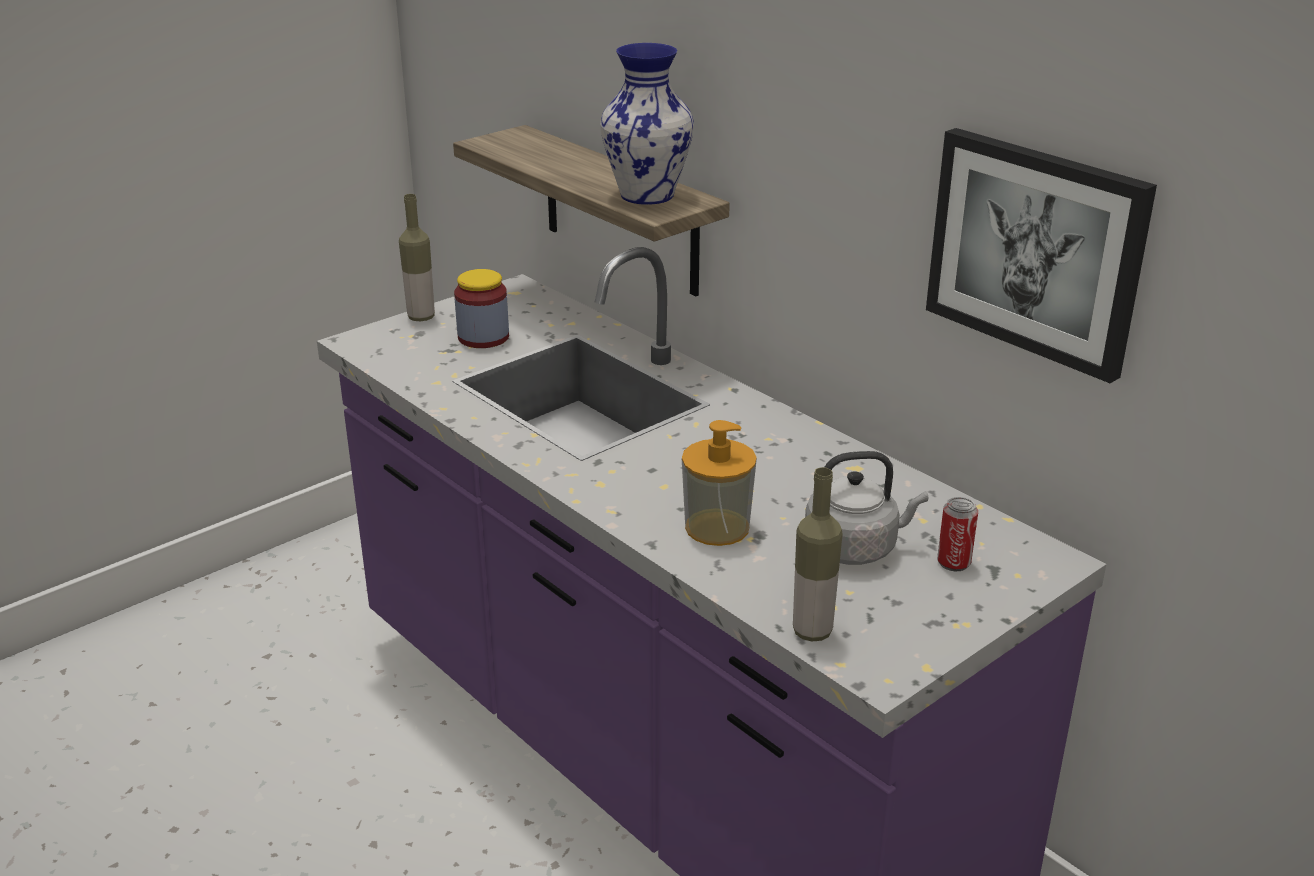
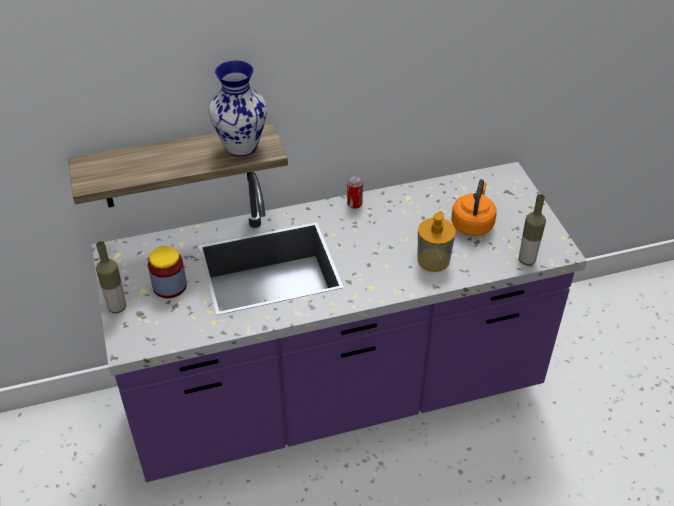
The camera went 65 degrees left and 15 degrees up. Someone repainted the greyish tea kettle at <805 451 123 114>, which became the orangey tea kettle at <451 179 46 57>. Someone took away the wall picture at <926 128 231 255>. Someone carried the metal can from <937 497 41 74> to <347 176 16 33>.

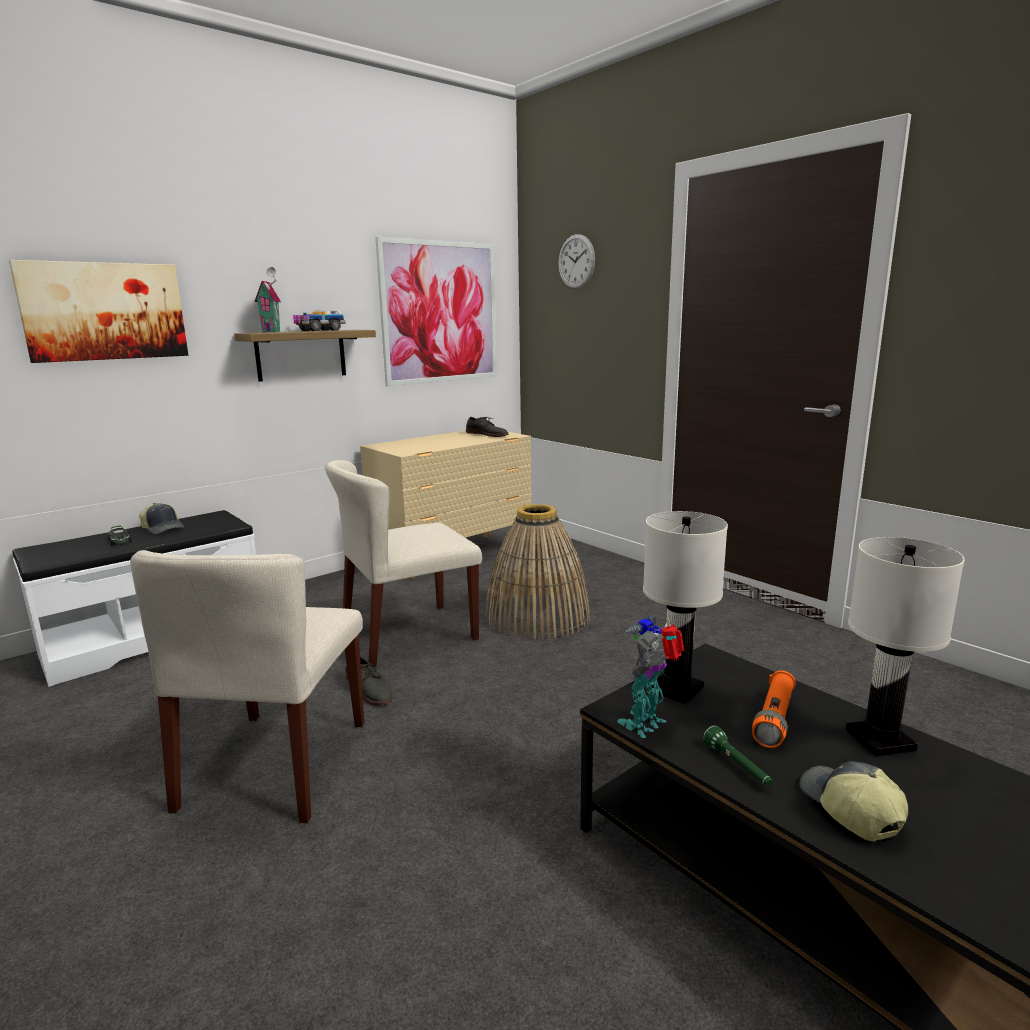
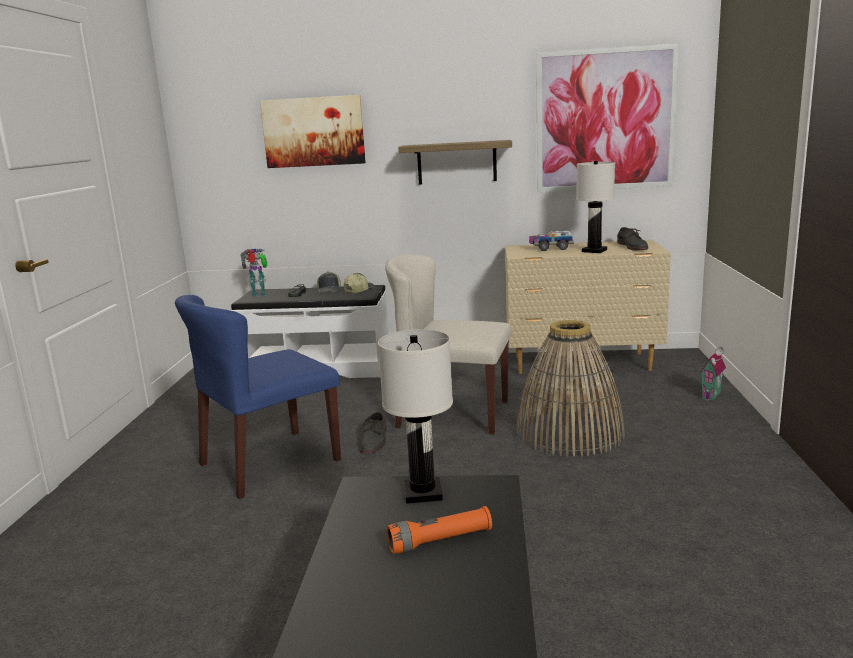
The camera went 45 degrees right and 0 degrees up. Someone repainted the sand-coloured upright chair at <130 550 234 273>, which became the blue upright chair at <175 295 166 204>. Someone carried the toy house from <254 267 27 66> to <699 347 27 54>. Someone carried the toy lorry from <293 310 52 21> to <529 230 45 21>. Someone took away the hanging clock at <558 234 37 55>. Someone carried the robot figure from <617 615 68 123> to <240 249 27 48>. Someone took away the green-coloured hand torch at <703 725 70 62>. Someone carried the peaked cap from <799 761 109 80> to <344 273 31 20>. Someone carried the white-coloured lamp for a table from <846 537 119 220> to <576 161 39 92>.

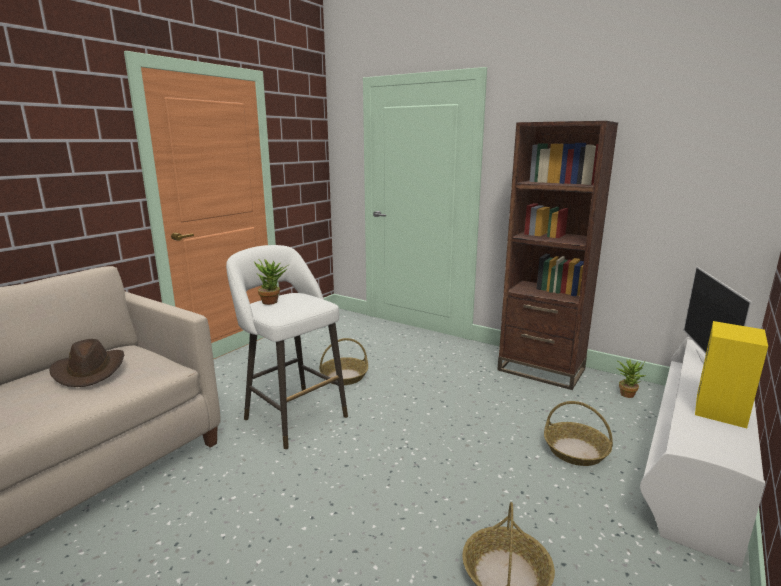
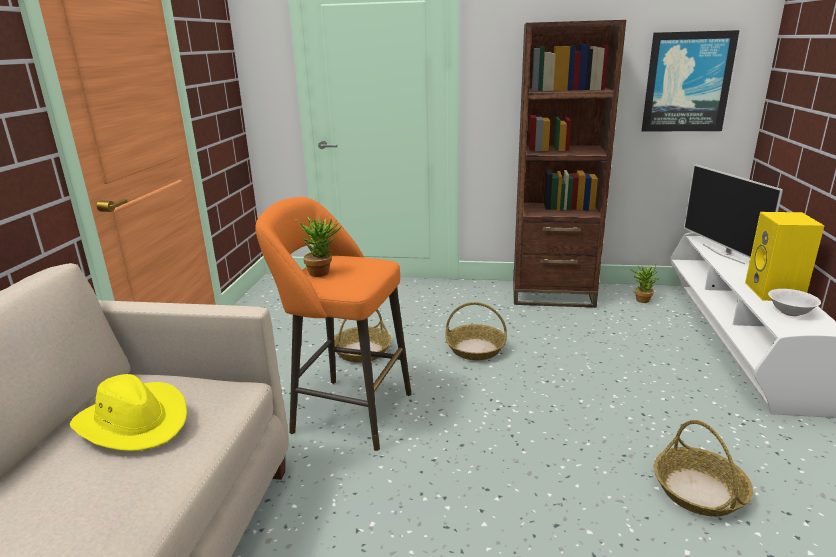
The camera went 25 degrees left and 5 degrees up. Someone repainted the brownish wearable hat at <50 339 74 48>, which became the yellowish wearable hat at <70 374 117 77>. Someone repainted the white-coloured sitting stool at <226 245 122 204>, which became the orangey sitting stool at <255 197 157 254>. Someone carried the basket from <544 401 69 65> to <445 302 62 58>. Someone put up the wall picture at <642 30 98 102>. Someone put down the white-coloured serving bowl at <768 289 53 27>.

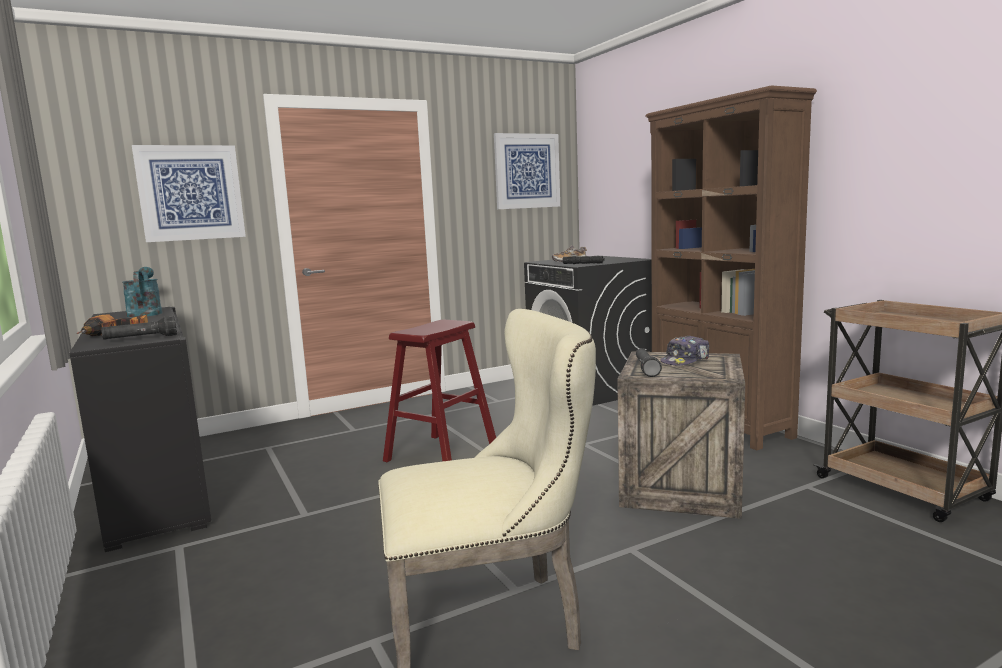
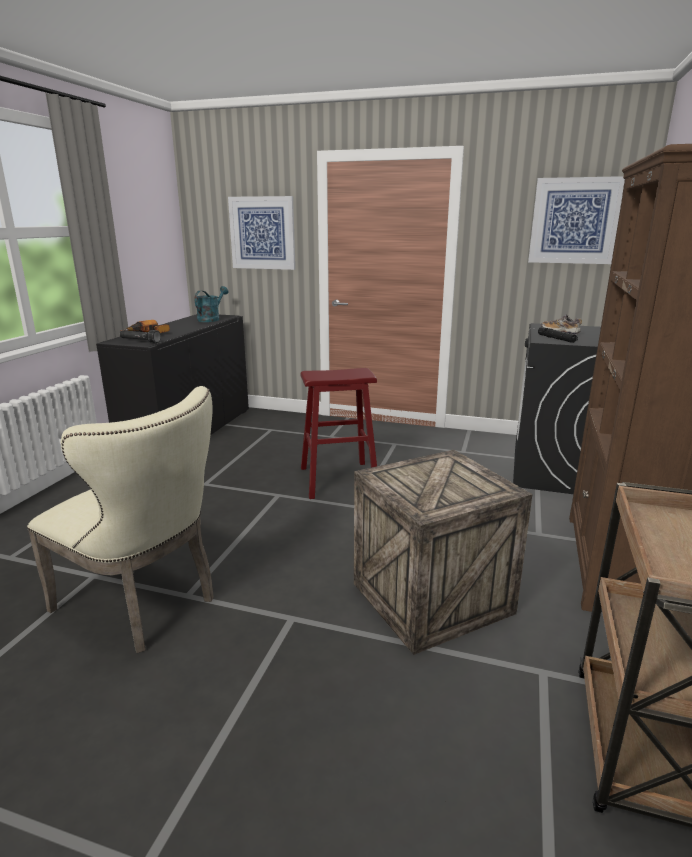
The camera went 45 degrees right and 10 degrees up. Someone took away the black-coloured hand torch at <636 348 26 29>. Someone took away the peaked cap at <660 336 50 29>.

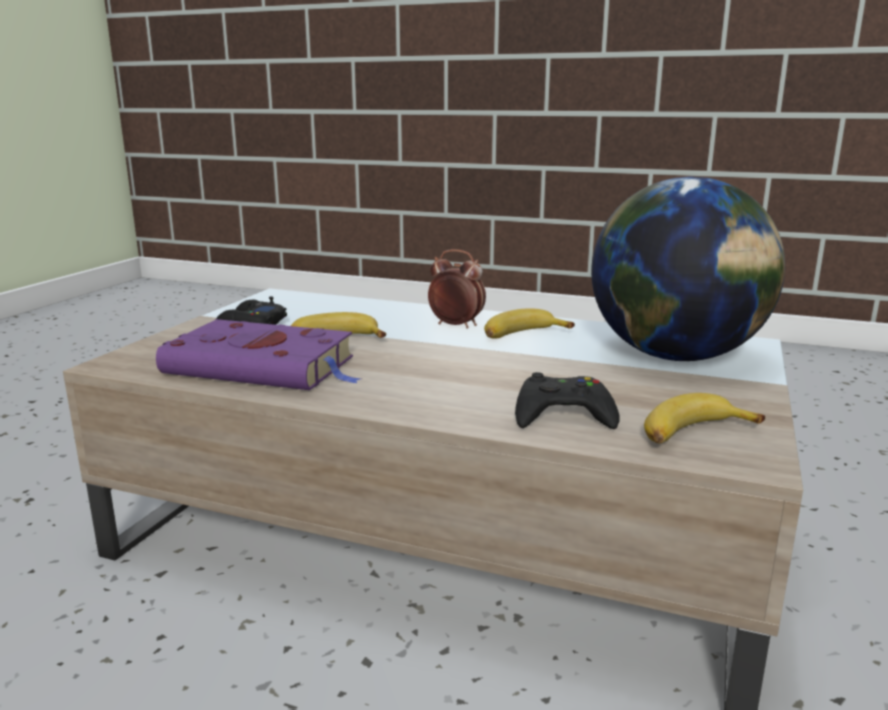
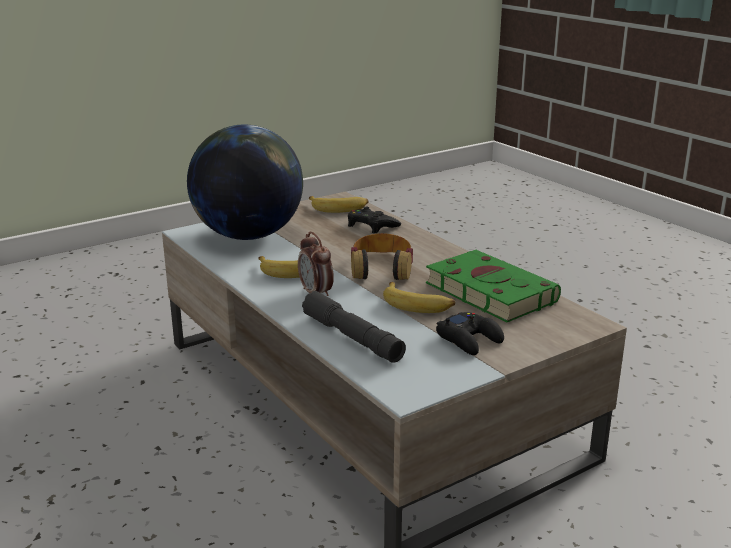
The camera went 145 degrees left and 5 degrees up. Someone repainted the purple volume at <156 319 205 71>, which became the green-coloured volume at <426 250 135 72>. Someone put down the greyish hand torch at <302 291 104 72>. Someone put down the pair of headphones at <351 233 62 47>.

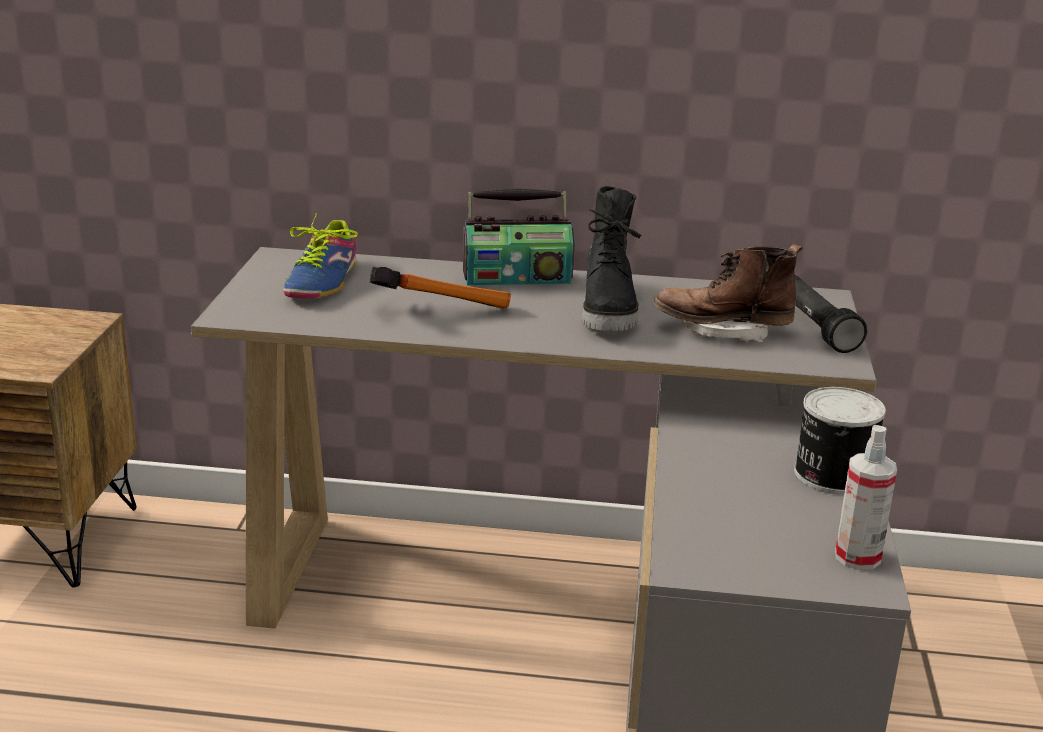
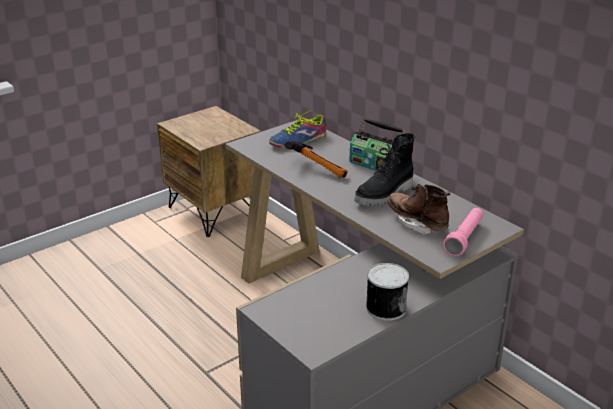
The camera went 45 degrees right and 5 degrees up. Someone repainted the black-coloured hand torch at <794 275 73 78>, which became the pink hand torch at <443 208 41 48>. Someone took away the hand sprayer at <835 425 62 145>.

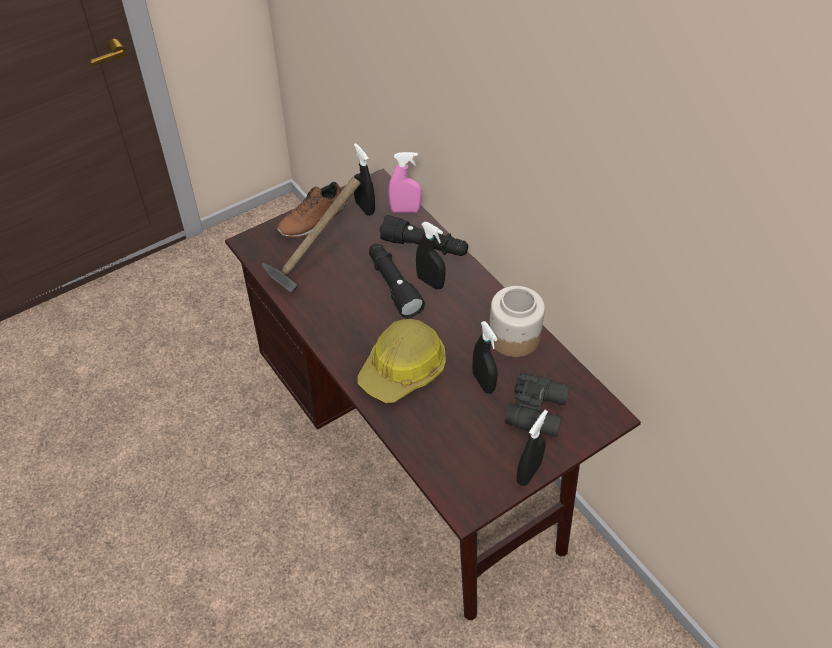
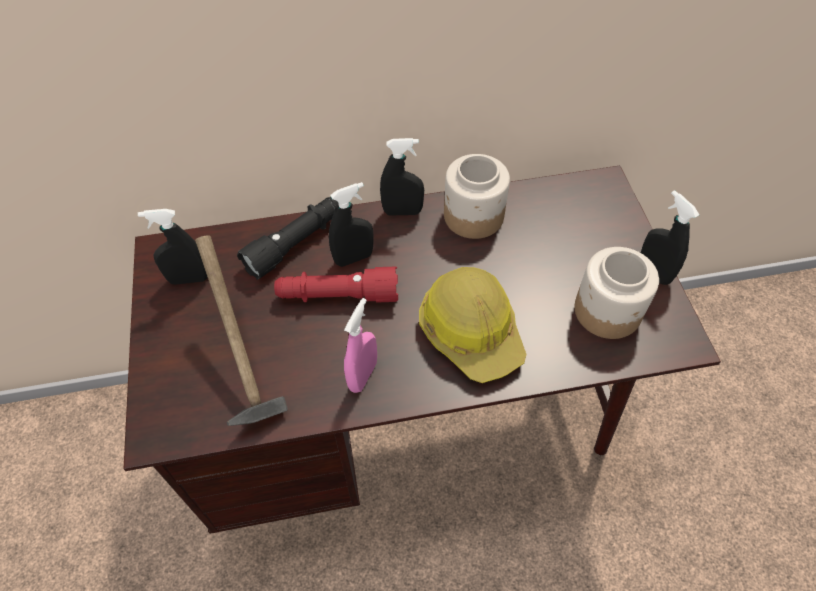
The camera went 65 degrees left and 5 degrees up. Someone took away the brownish shoe at <277 182 68 56>. Someone repainted the black-coloured hand torch at <369 244 56 74>, which became the reddish hand torch at <274 267 124 36>. Someone carried the pink hand sprayer from <388 152 34 61> to <344 298 33 95>. Someone carried the black-coloured hand sprayer from <472 321 26 73> to <380 138 44 78>. Someone took away the black-coloured binoculars at <505 373 65 64>. Someone put down the storage jar at <575 247 84 92>.

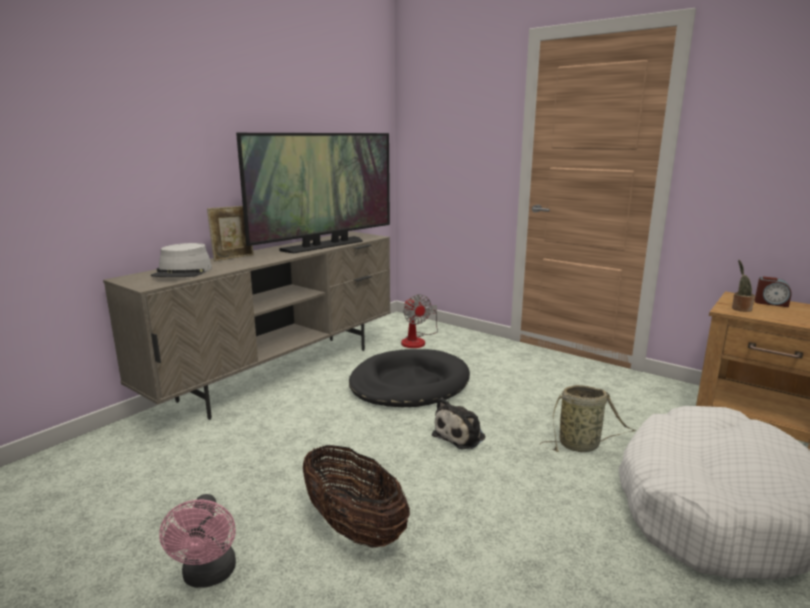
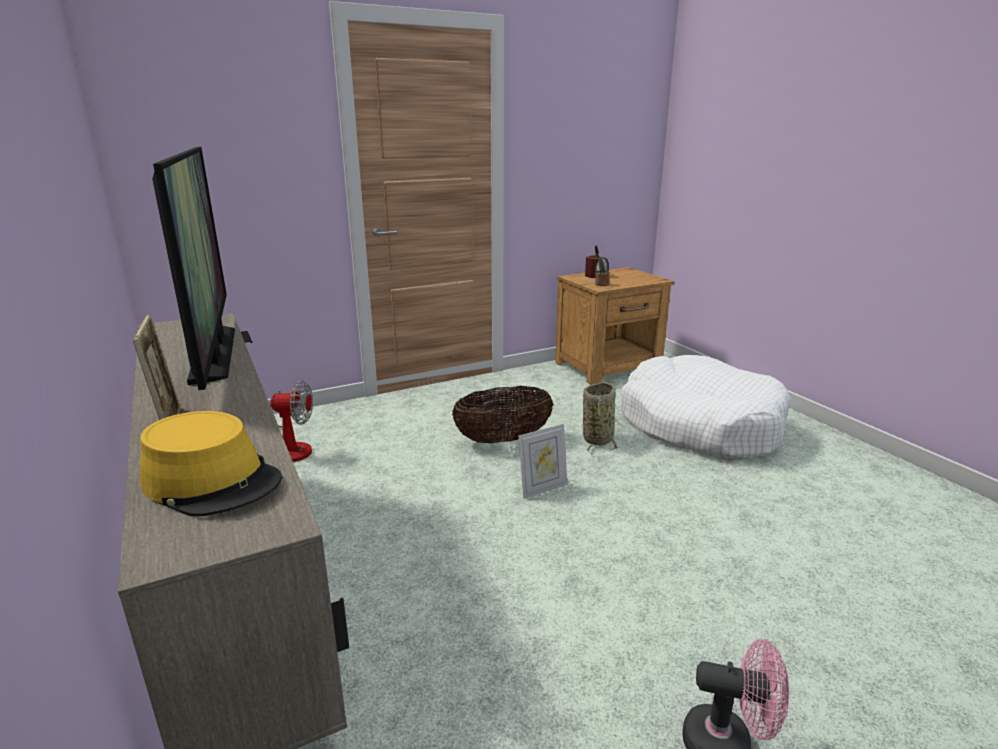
The camera went 65 degrees left and 5 degrees up. Someone repainted the greyish wearable hat at <151 243 61 34>, which became the yellowish wearable hat at <140 411 142 106>. Someone carried the basket from <303 445 107 103> to <452 386 101 58>. Someone took away the black-coloured dog bed at <349 349 121 58>. Someone swapped the cuddly toy at <432 398 54 52> for the standing frame at <519 424 48 75>.

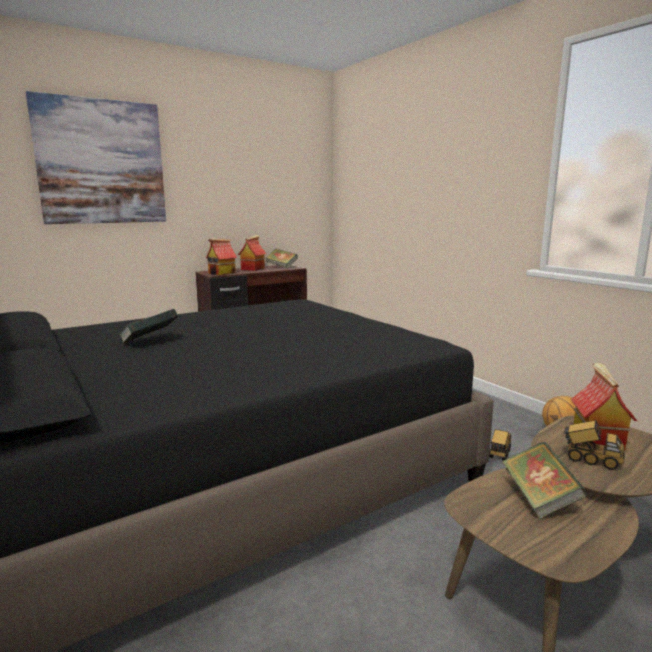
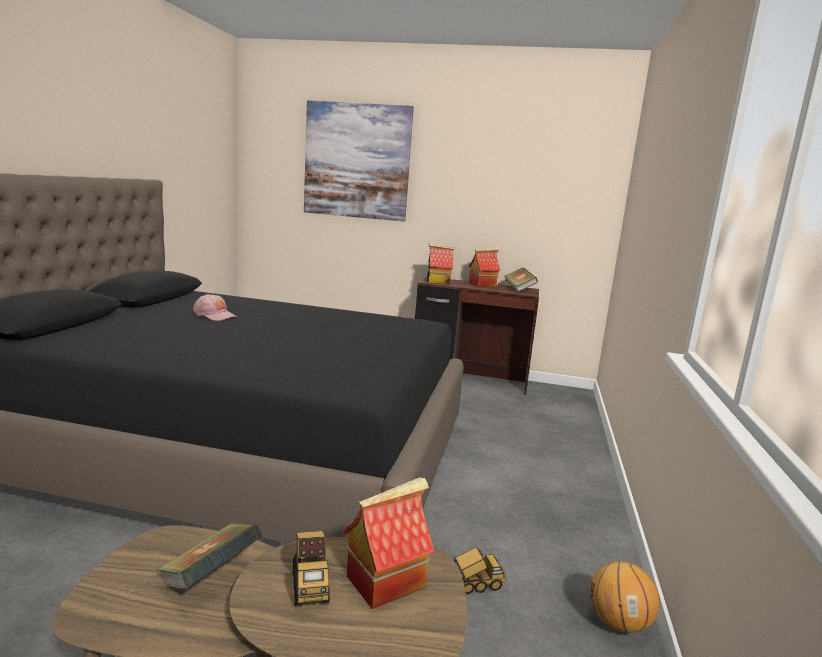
The camera went 45 degrees right and 0 degrees up. Someone swapped the volume at <118 309 60 35> for the pink peaked cap at <193 294 44 27>.

